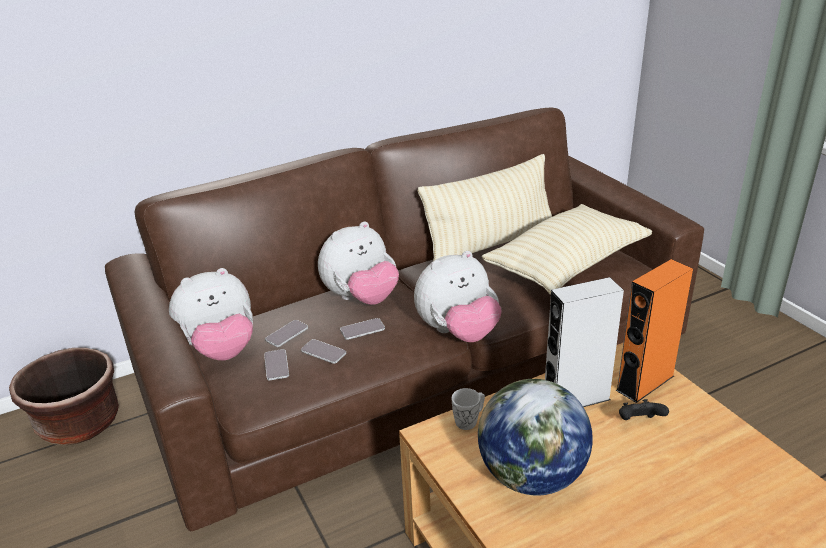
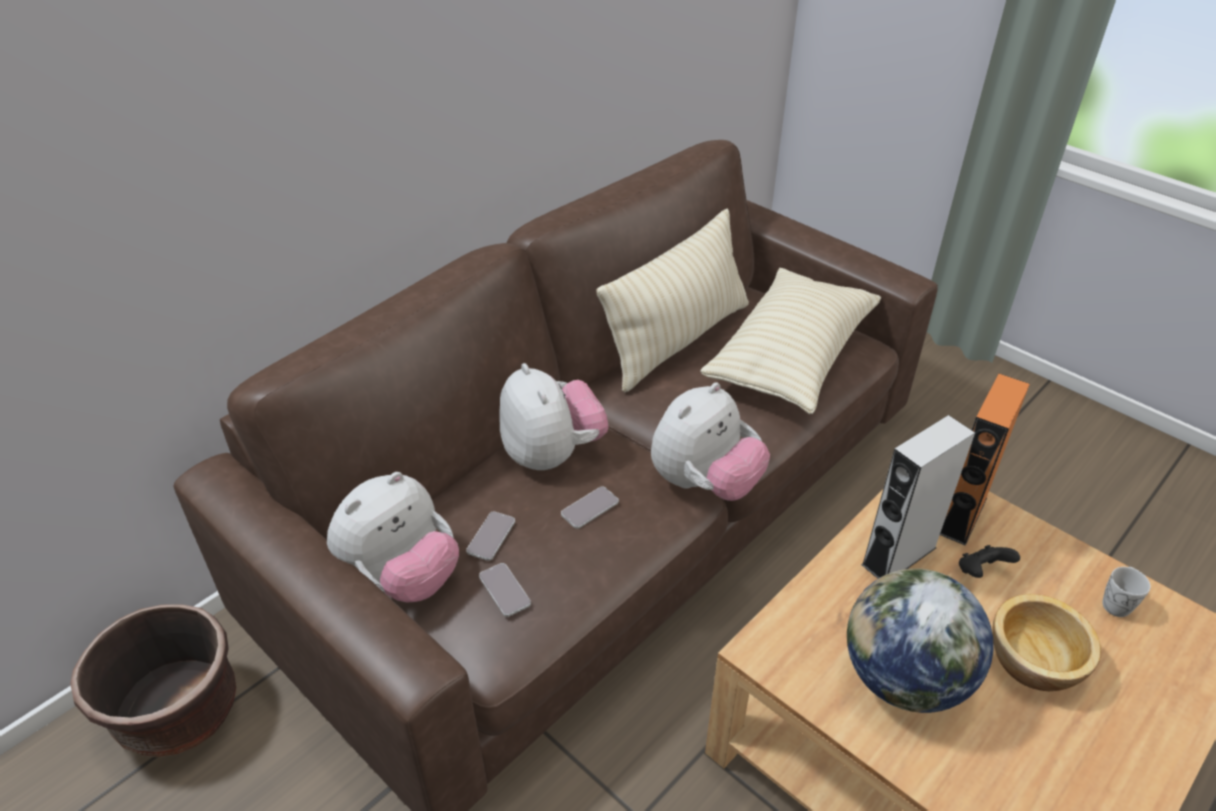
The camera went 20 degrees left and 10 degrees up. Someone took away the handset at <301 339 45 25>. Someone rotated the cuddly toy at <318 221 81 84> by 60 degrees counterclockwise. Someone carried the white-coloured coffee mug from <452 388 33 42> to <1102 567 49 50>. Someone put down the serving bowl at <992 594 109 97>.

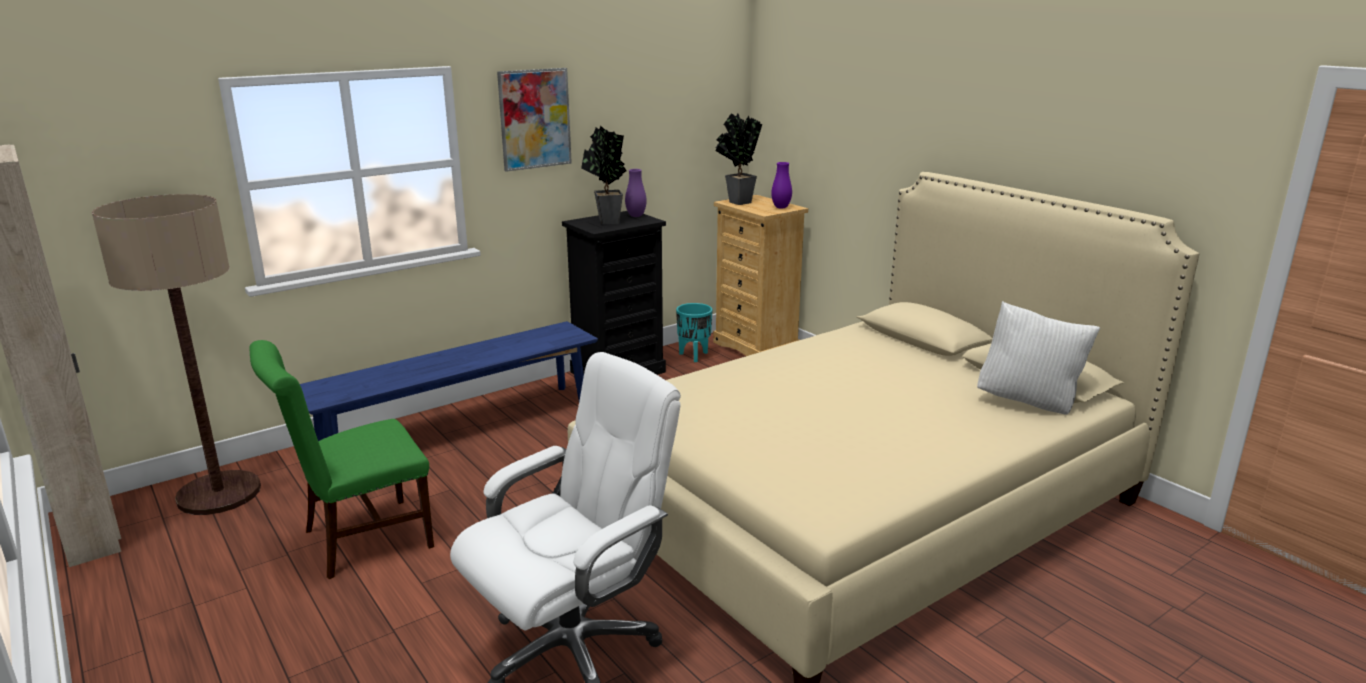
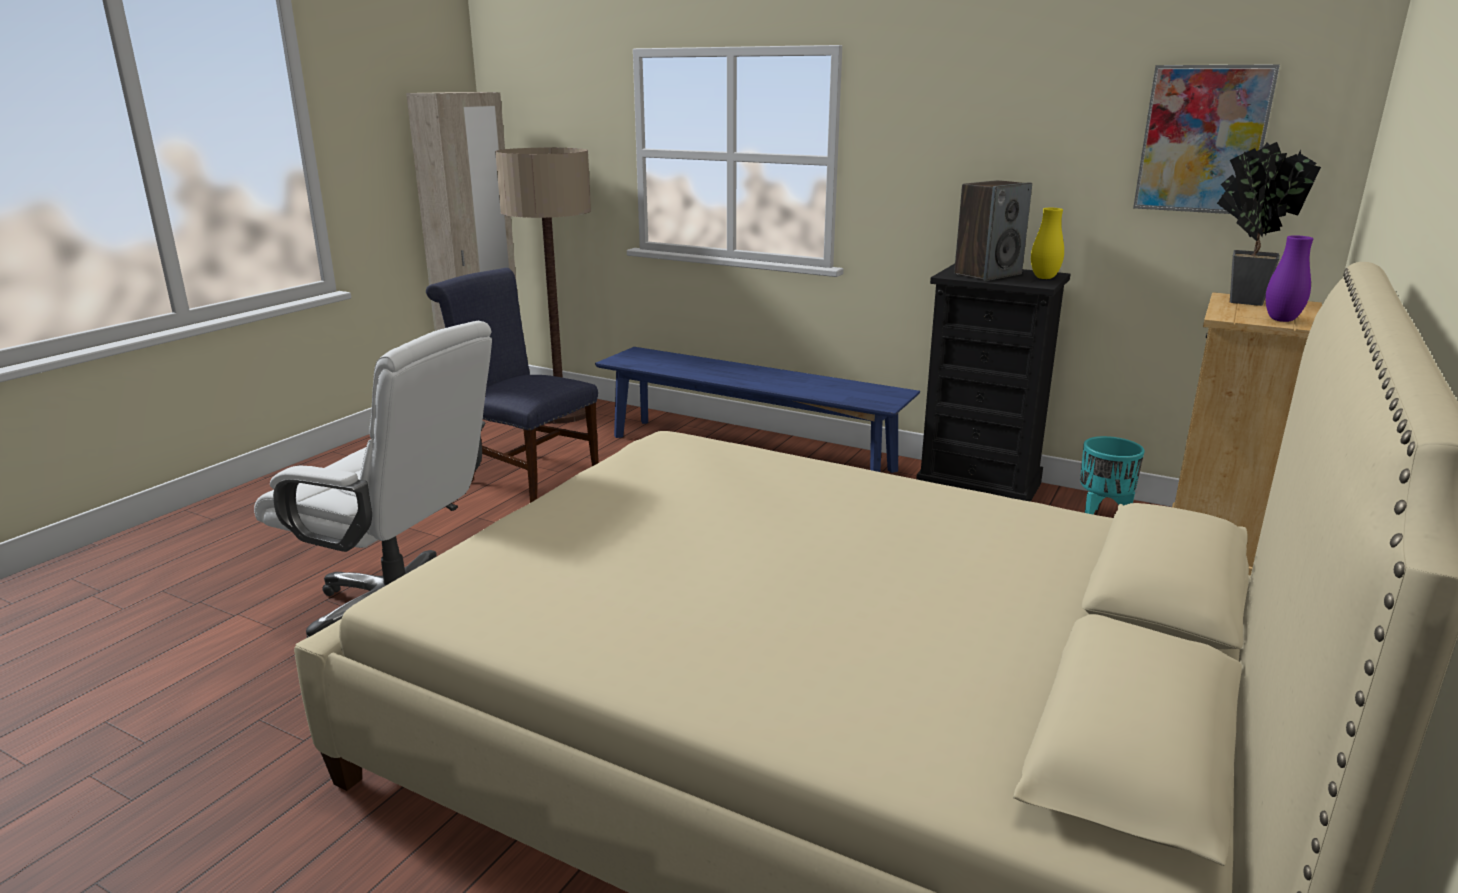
The camera went 65 degrees right and 0 degrees up. Someone repainted the green-coloured upright chair at <249 340 185 239>, which became the blue upright chair at <426 268 173 235>. Someone carried the wall picture from <497 68 75 104> to <1133 64 147 150>. Someone swapped the potted plant at <581 125 46 99> for the speaker at <954 180 78 101>. Someone repainted the purple flower vase at <625 169 22 48>, which became the yellowish flower vase at <1031 208 33 71>. Someone took away the white-coloured throw pillow at <977 301 123 113>.

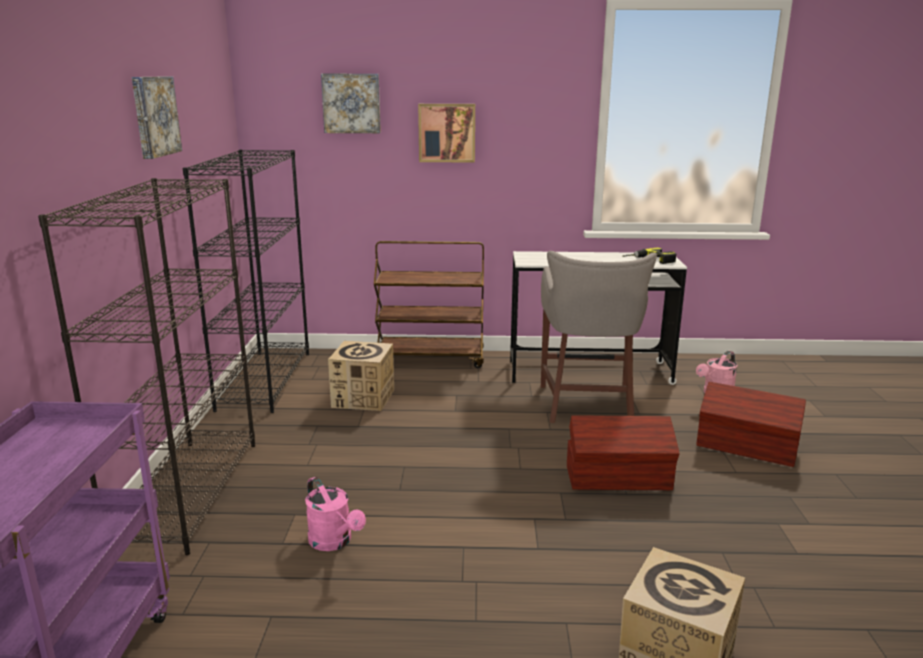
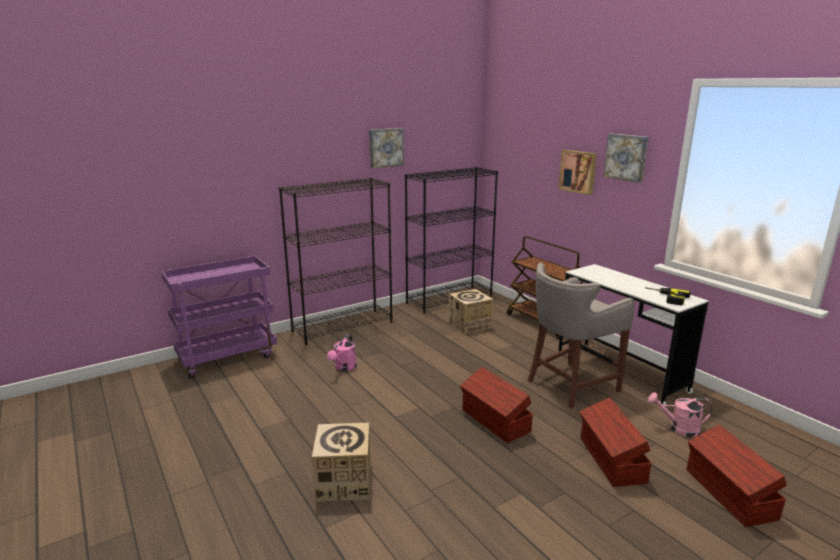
The camera went 55 degrees right and 0 degrees up. Someone carried the wall picture from <321 73 60 60> to <603 134 46 49>. Someone put down the brownish storage bin at <687 424 100 103>.

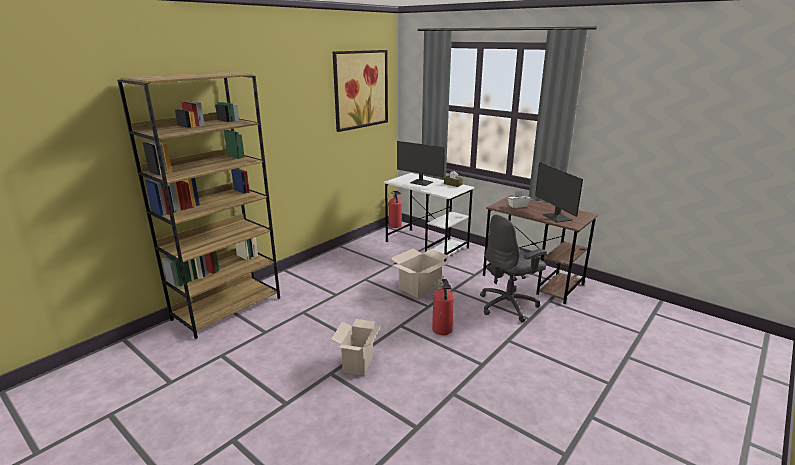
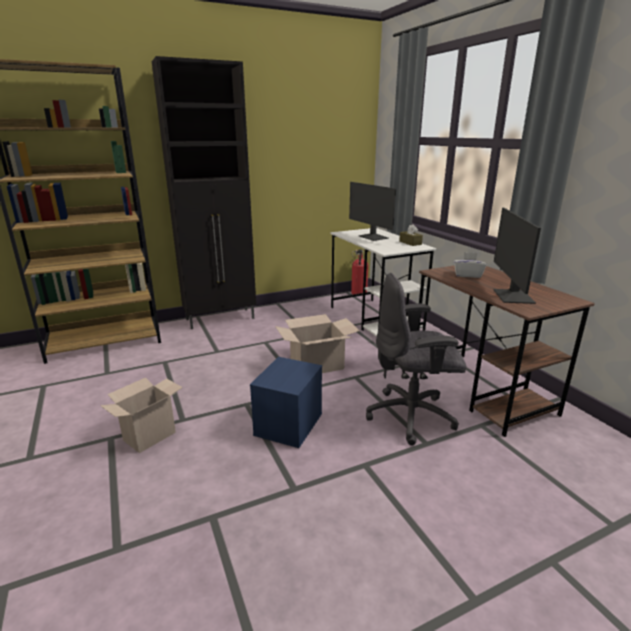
The camera went 25 degrees right and 0 degrees up. Someone took away the wall picture at <333 50 55 82>. Someone swapped the fire extinguisher at <432 276 22 59> for the blue storage bin at <250 357 72 91>. Someone put down the black-coloured cabinet at <152 56 104 273>.

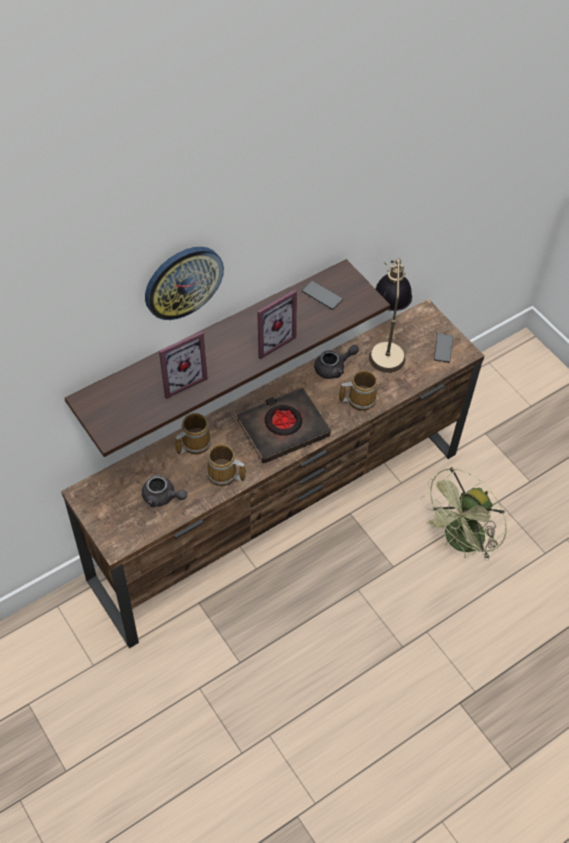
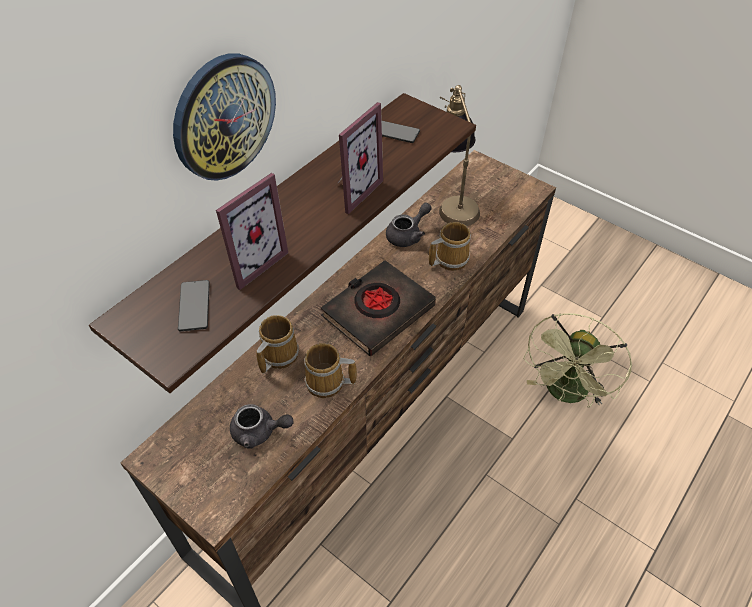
The camera went 15 degrees left and 5 degrees down. Someone carried the handset from <434 333 19 30> to <178 280 32 51>.

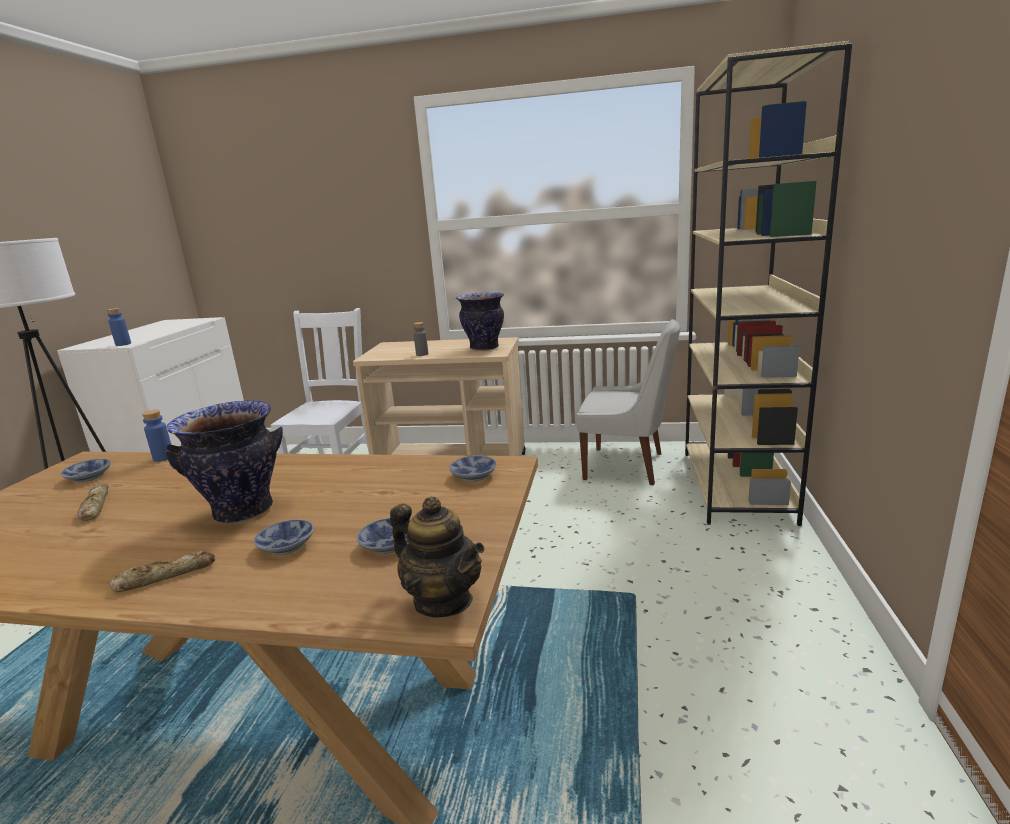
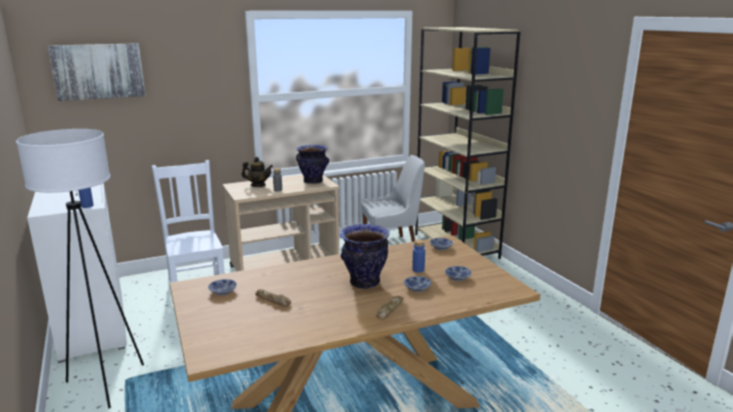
The camera went 35 degrees left and 0 degrees up. Someone carried the blue beverage bottle from <142 410 29 52> to <412 239 13 34>. Someone carried the pot for tea from <390 496 94 121> to <242 157 31 30>. Someone put up the wall picture at <48 43 98 58>.

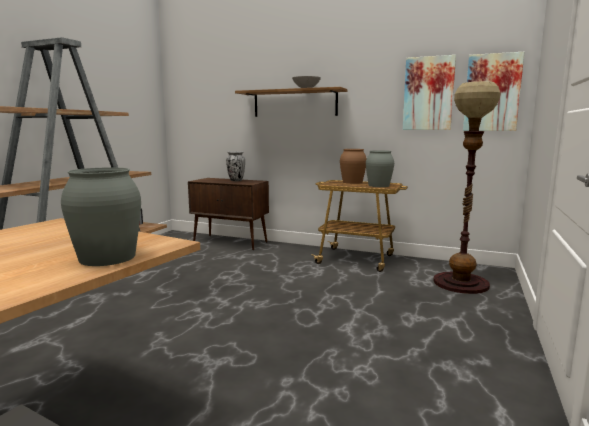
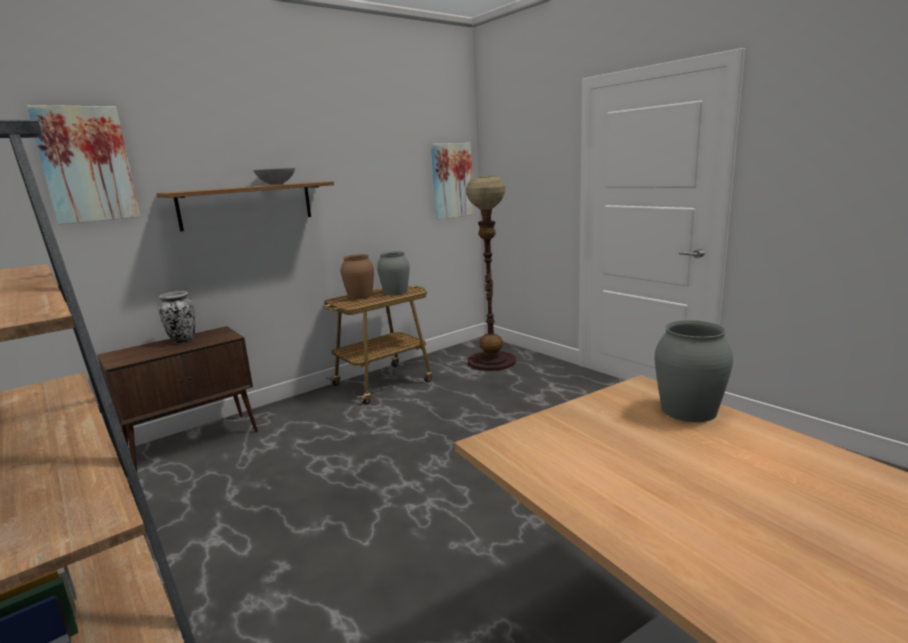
The camera went 60 degrees left and 5 degrees up. Someone carried the wall picture from <403 55 53 75> to <27 105 113 120>.

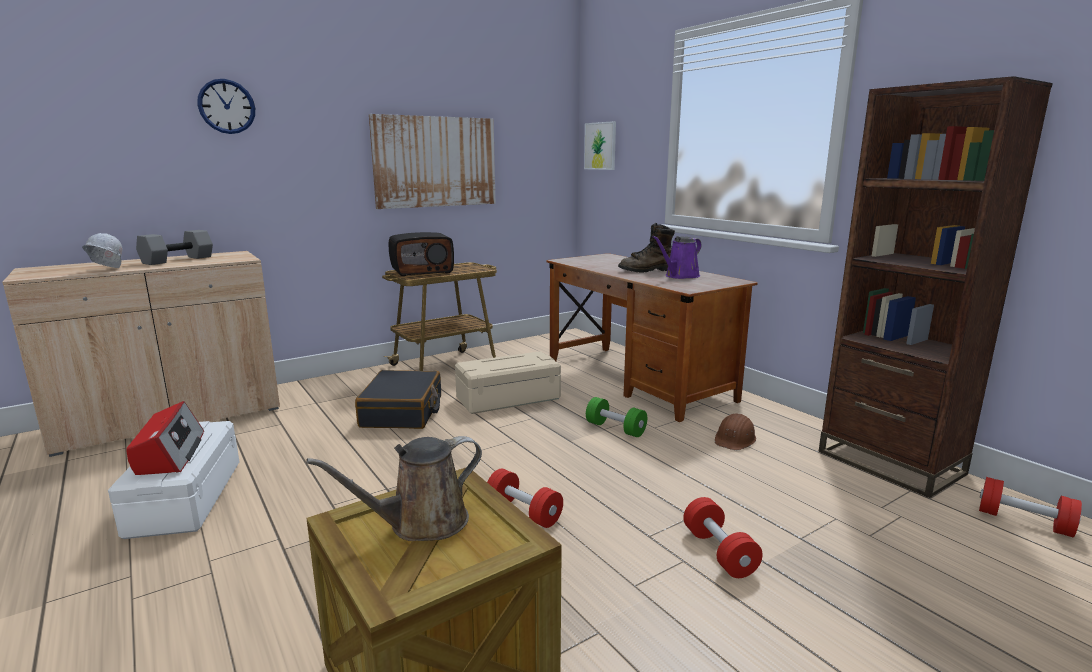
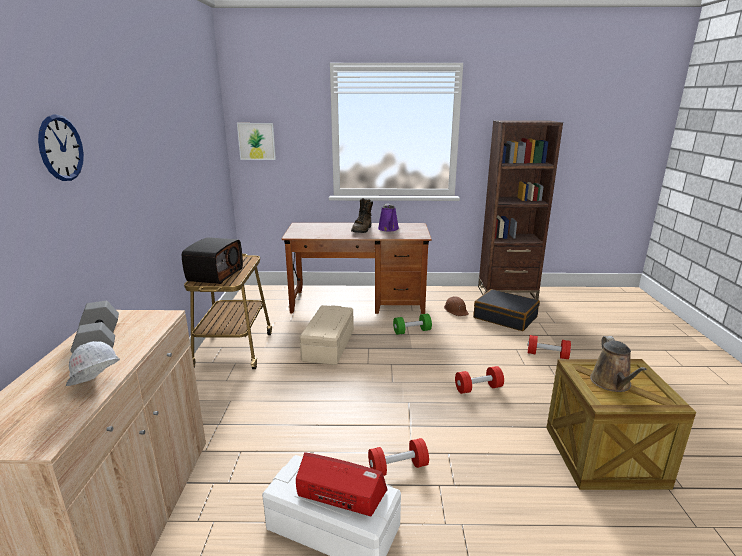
The camera went 55 degrees left and 5 degrees up. Someone carried the black-coloured suitcase from <355 370 86 59> to <473 289 67 42>. Someone took away the wall picture at <369 114 127 95>. Someone carried the reddish free weight from <979 477 103 61> to <368 438 61 38>.

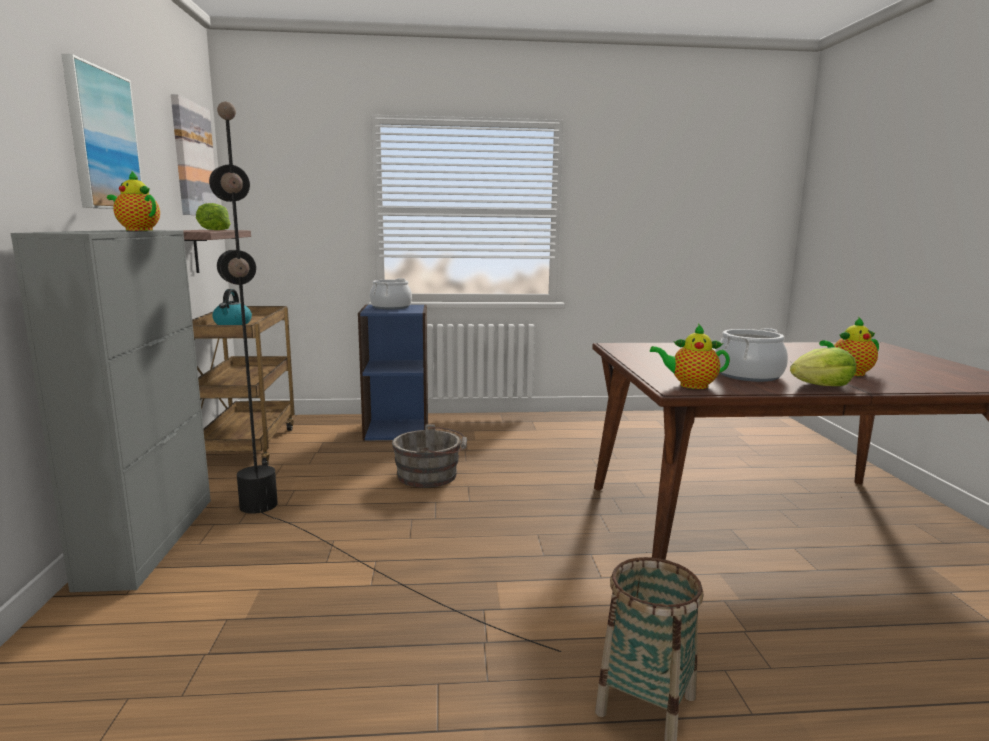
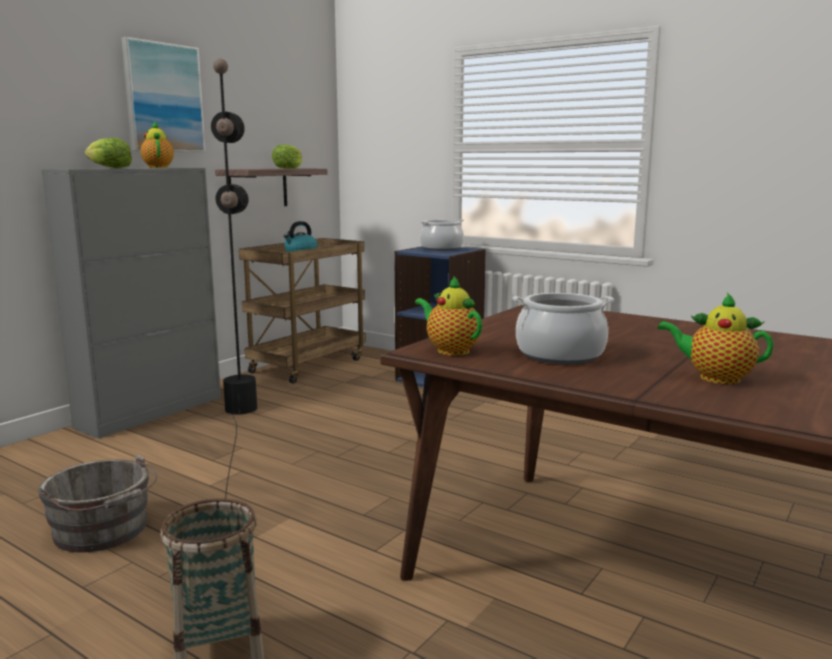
The camera went 40 degrees right and 0 degrees up. Someone took away the wall picture at <171 94 47 121>. Someone carried the greyish water bucket from <392 424 75 64> to <38 454 119 99>. Someone carried the lettuce from <790 347 66 39> to <85 138 47 30>.

